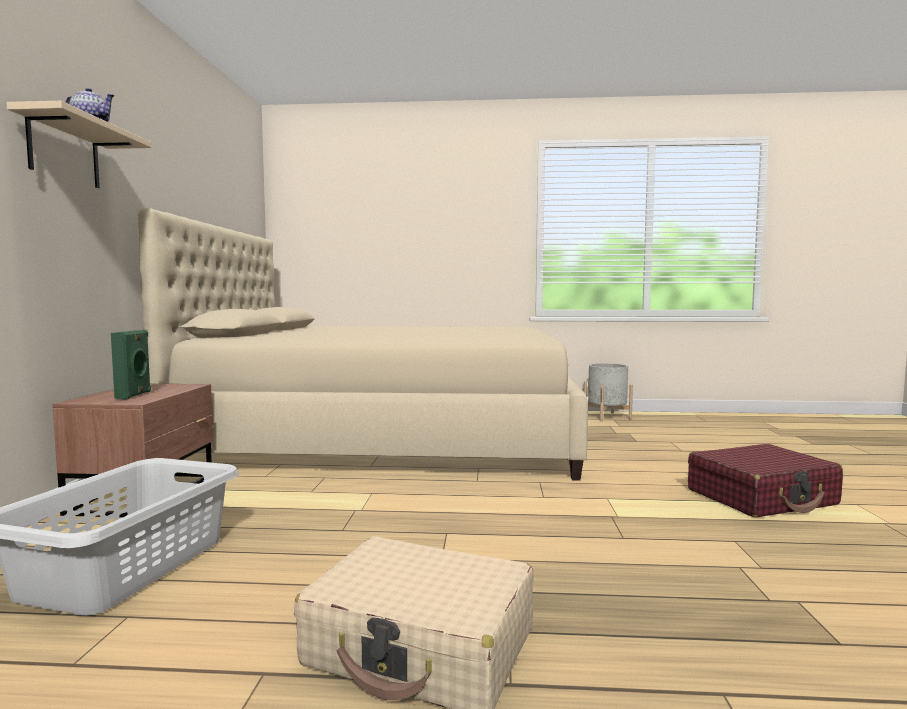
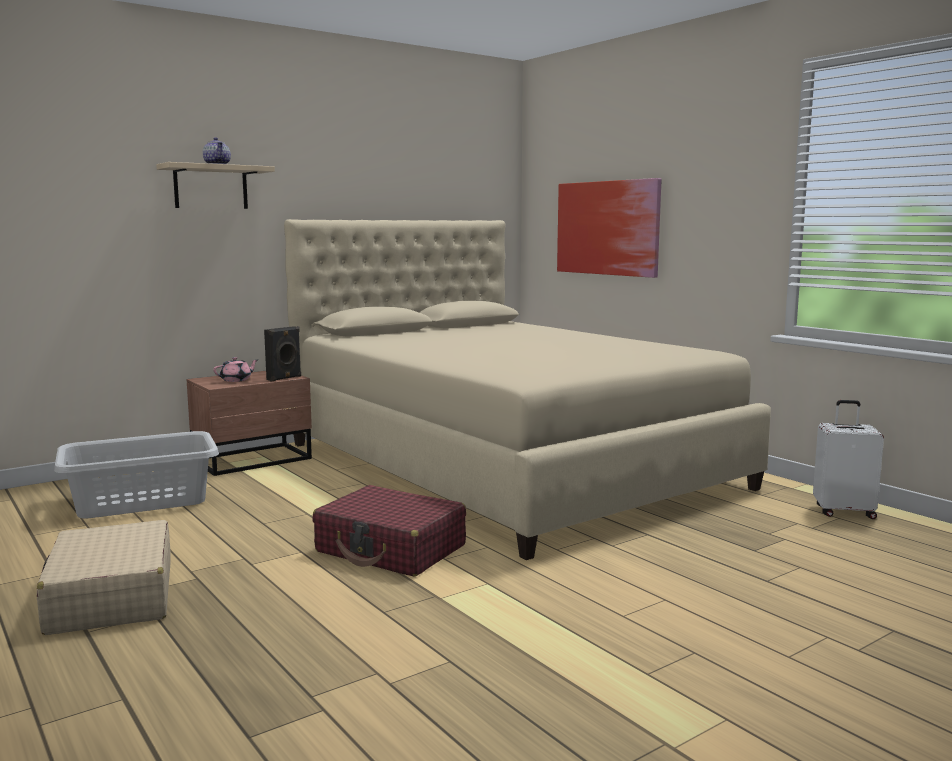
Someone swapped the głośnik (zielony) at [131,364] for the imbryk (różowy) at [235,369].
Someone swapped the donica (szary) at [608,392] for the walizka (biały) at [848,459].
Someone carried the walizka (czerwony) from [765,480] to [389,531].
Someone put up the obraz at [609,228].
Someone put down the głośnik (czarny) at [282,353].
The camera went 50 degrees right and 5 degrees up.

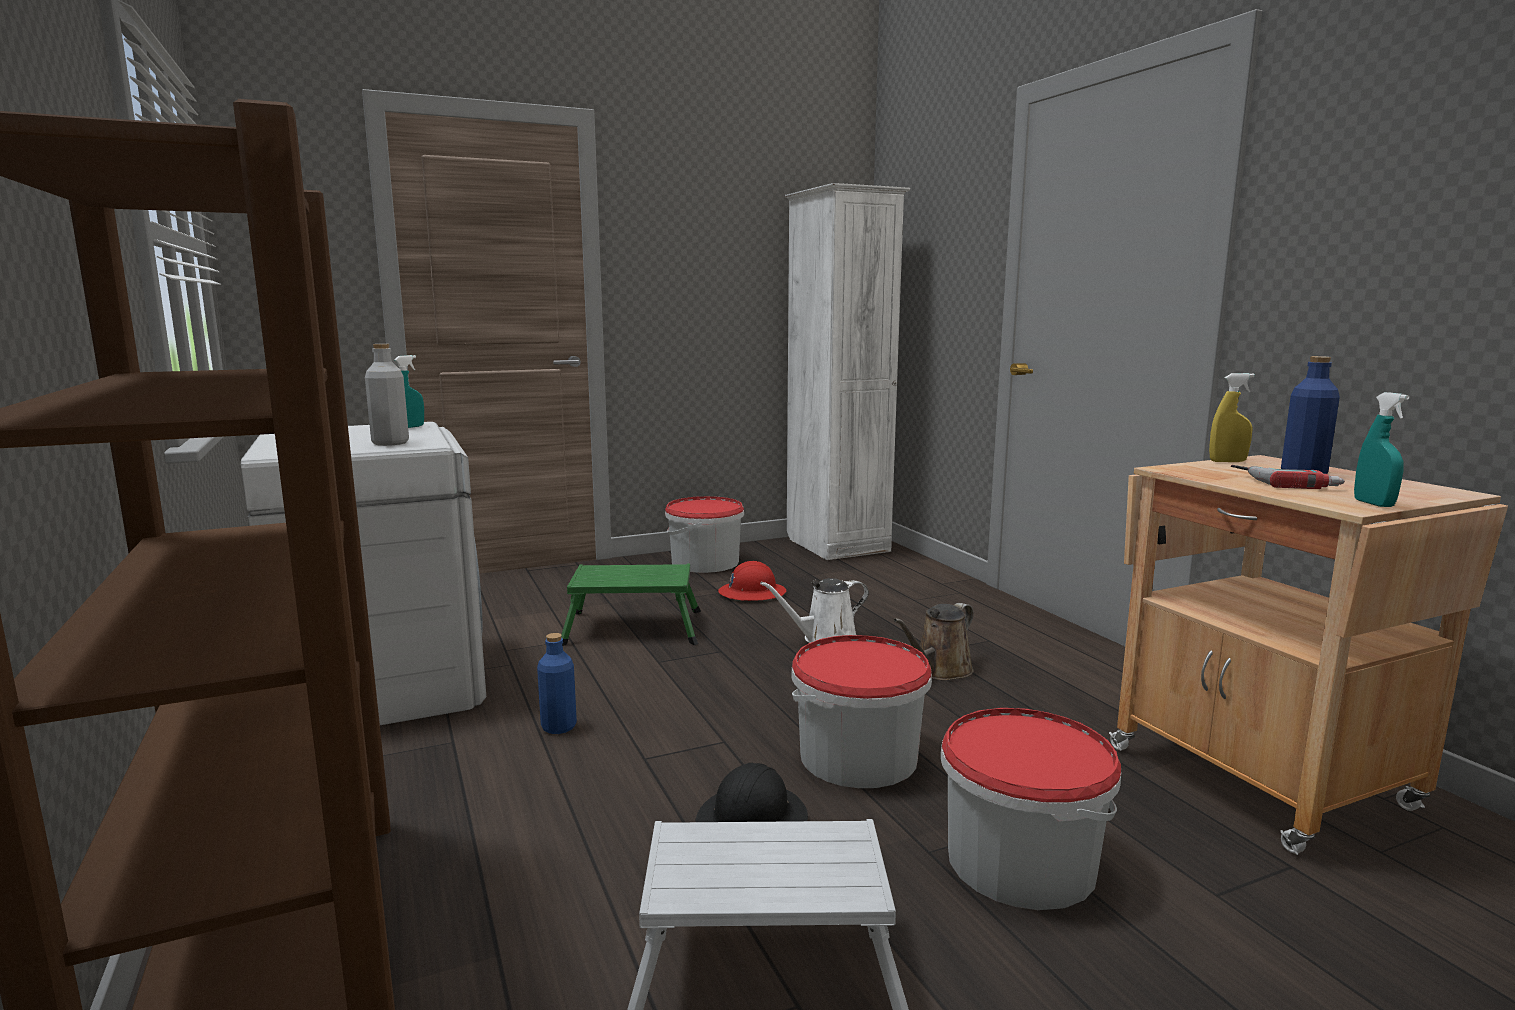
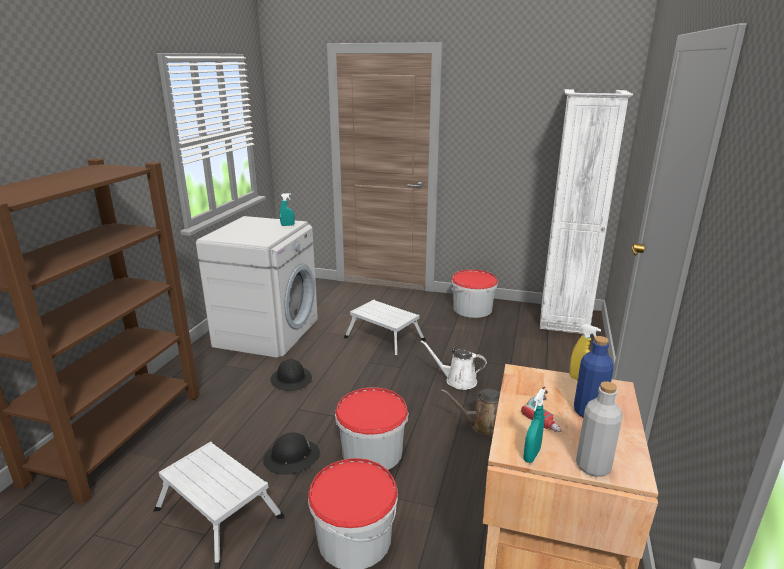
Someone carried the butelka (szary) from [387,395] to [599,429].
Someone took away the kask (czerwony) at [752,581].
Someone repainted the drabinka (zielony) at [631,605], which became the drabinka (biały) at [385,330].
Someone swapped the butelka (niebieski) at [557,683] for the kask (czarny) at [291,375].
The camera went 40 degrees right and 10 degrees up.

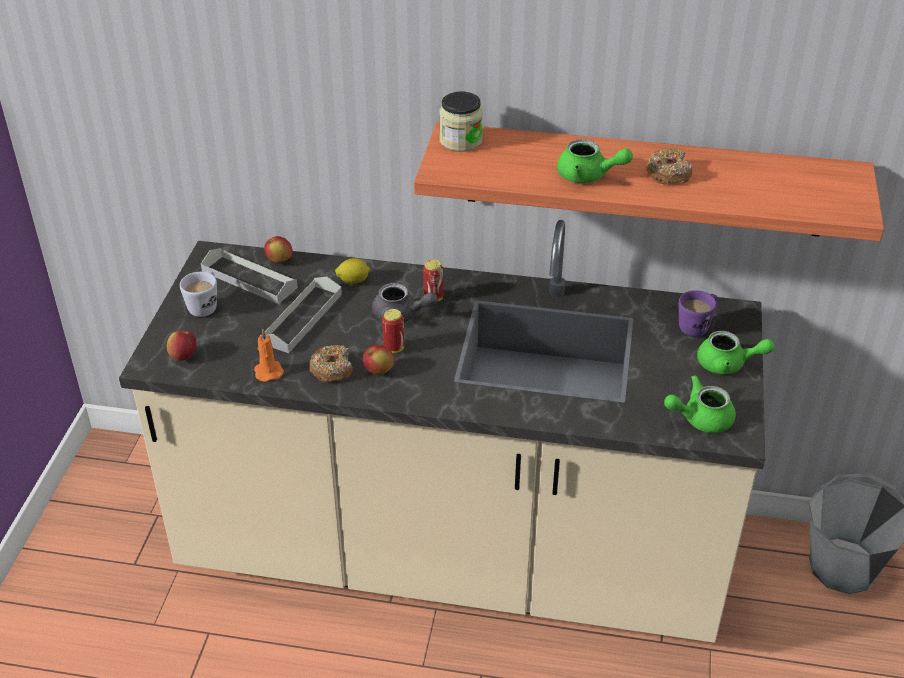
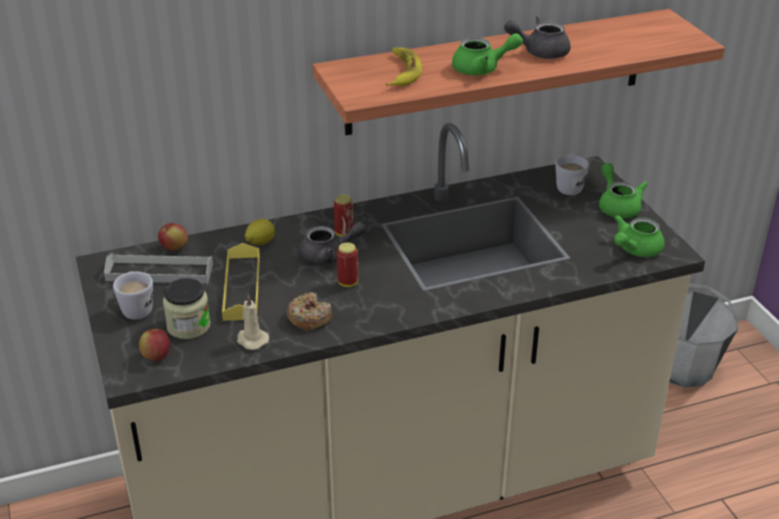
Someone carried the słoik from [461,122] to [187,308].
Someone swapped the donut at [669,167] for the imbryk (szary) at [537,37].
Someone repainted the taca (szary) at [301,314], which became the taca (żółty) at [241,282].
Someone repainted the kubek (fioletowy) at [698,313], which became the kubek (biały) at [572,175].
Someone repainted the świeca (pomarańczowy) at [269,355], which became the świeca (beżowy) at [253,322].
Someone rotated the imbryk (zielony) at [736,353] by 90 degrees counterclockwise.
Someone took away the jabłko at [378,360].
Someone put down the banan at [404,66].
The camera went 30 degrees left and 5 degrees down.

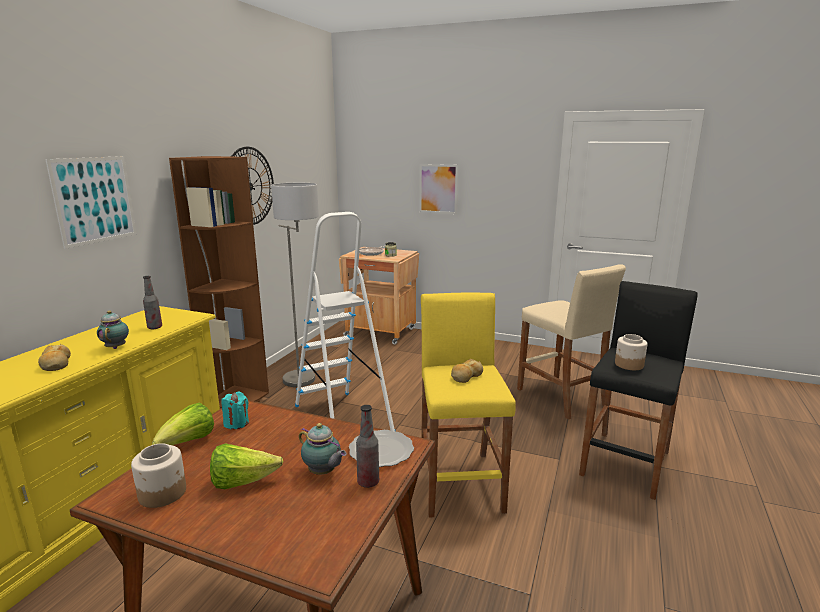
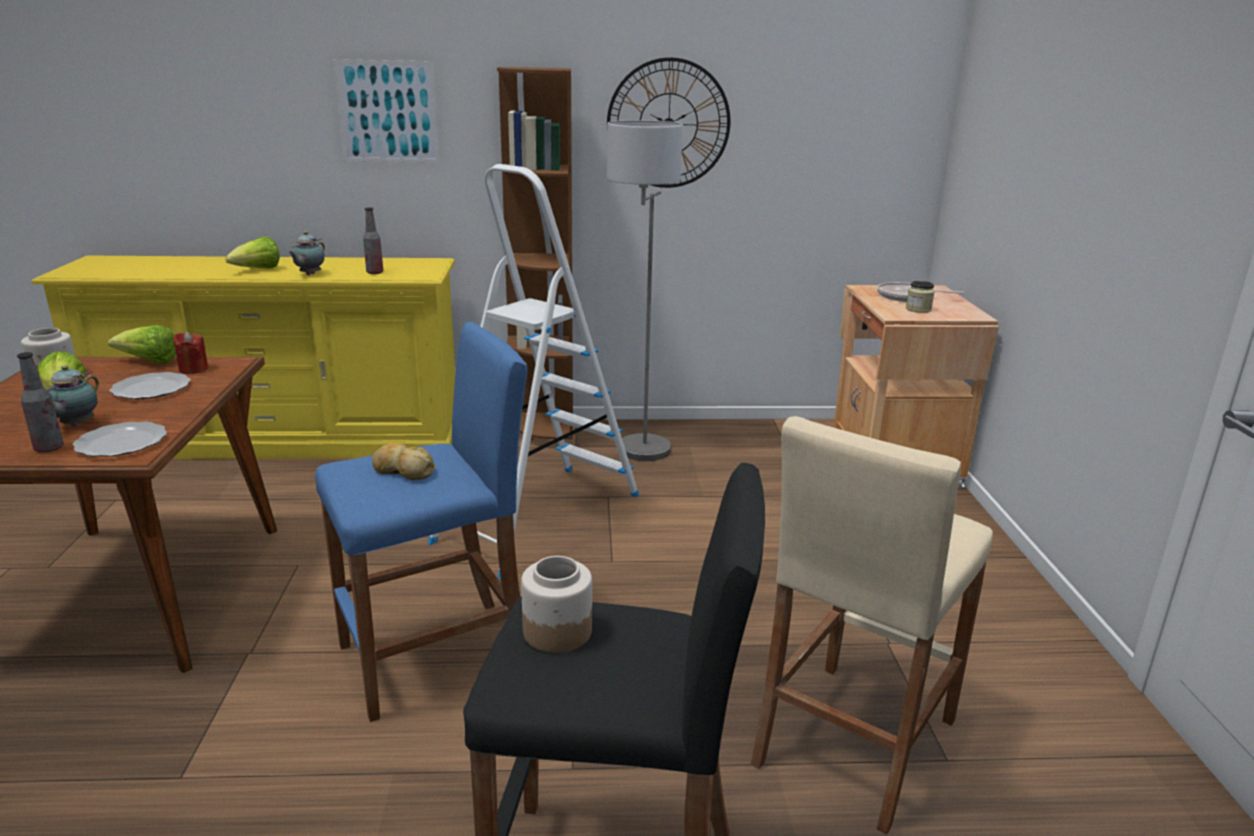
Someone took away the obraz at [438,189].
Someone repainted the stołek (żółty) at [468,405], which became the stołek (niebieski) at [421,522].
Someone rotated the imbryk at [113,330] by 150 degrees clockwise.
Someone swapped the chleb at [54,357] for the sałata at [252,252].
Someone repainted the świeca (turkusowy) at [235,410], which became the świeca (czerwony) at [190,353].
Someone put down the talerz at [150,385].
The camera went 65 degrees right and 5 degrees up.

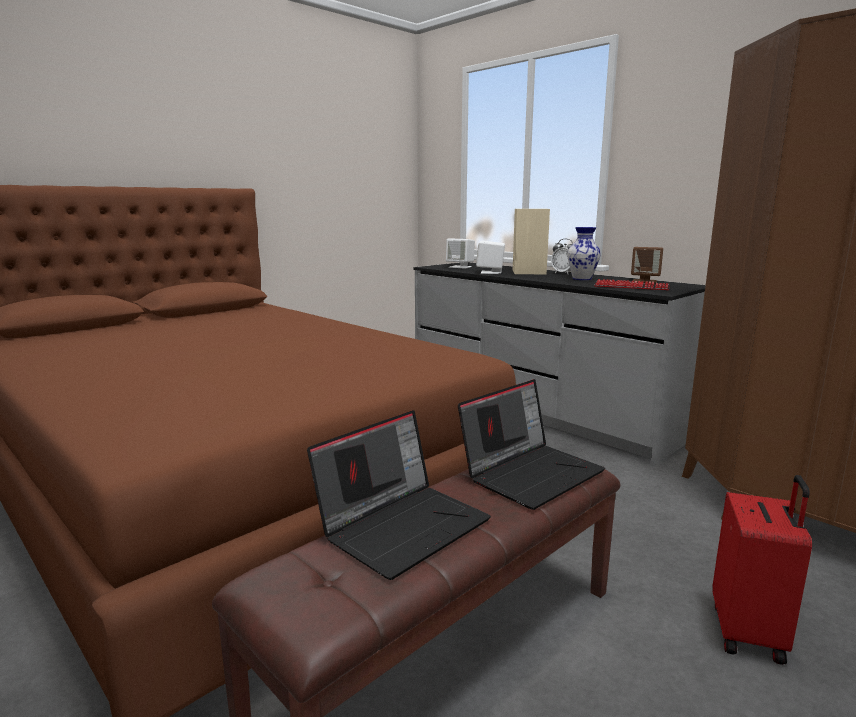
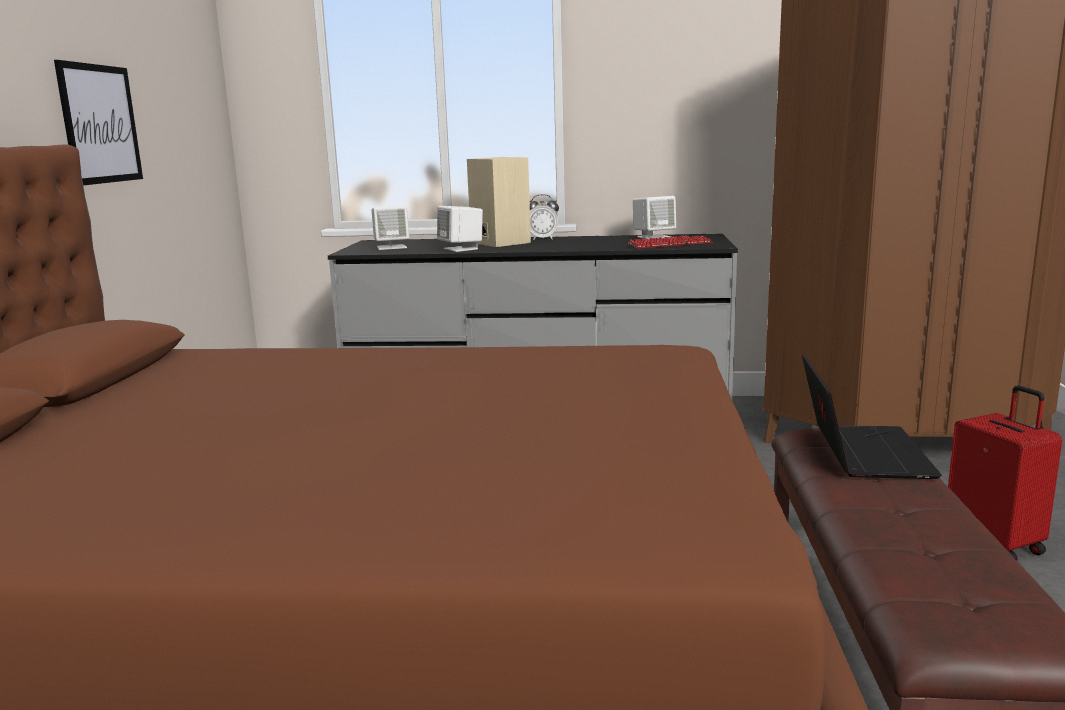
Someone took away the wazon at [584,253].
Someone repainted the głośnik (brązowy) at [647,265], which became the głośnik (biały) at [654,218].
Someone took away the laptop at [399,495].
Someone put up the obraz at [98,122].
The camera went 40 degrees left and 0 degrees up.

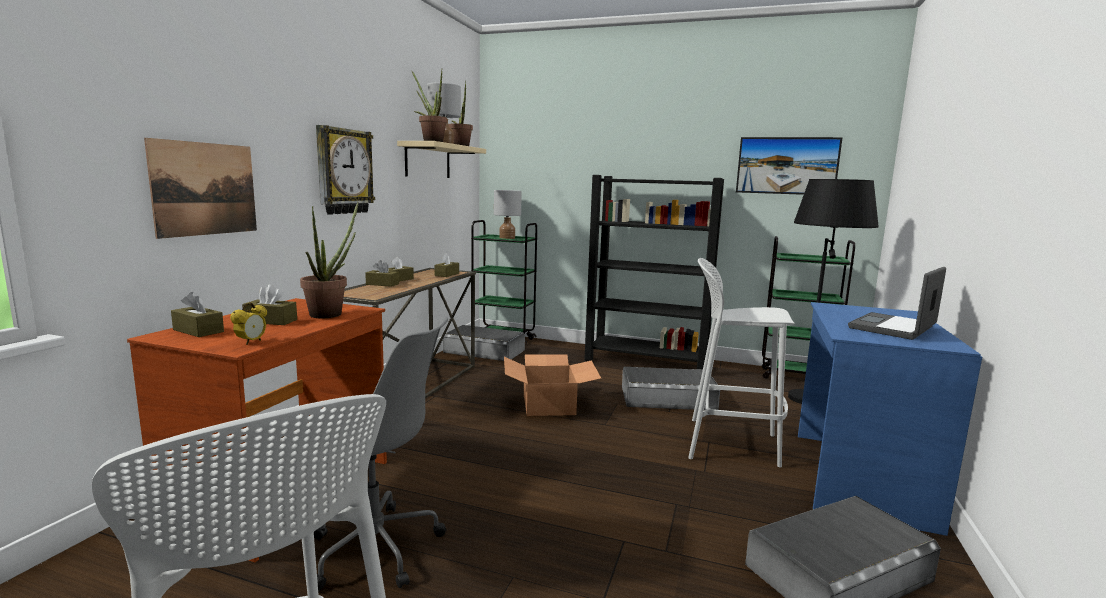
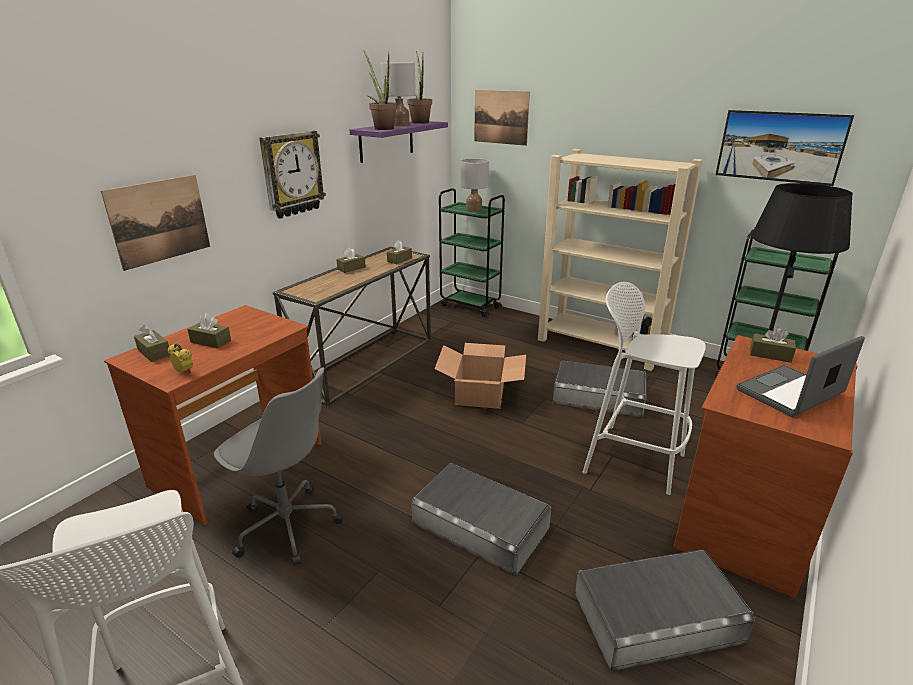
Someone repainted the półka (beżowy) at [441,159], which became the półka (fioletowy) at [399,142].
Someone repainted the regał (czarny) at [654,272], which became the regał (beżowy) at [620,260].
Someone took away the roślina doniczkowa at [329,260].
Someone carried the pudełko chusteczek (brązowy) from [382,273] to [773,345].
Someone rotated the budzik at [248,323] by 90 degrees counterclockwise.
Someone repainted the biurko (niebieski) at [890,419], which became the biurko (brązowy) at [766,466].
Someone carried the pojemnik do przechowywania (szary) from [484,343] to [481,519].
Someone put up the obraz at [502,118].
The camera went 15 degrees right and 15 degrees up.

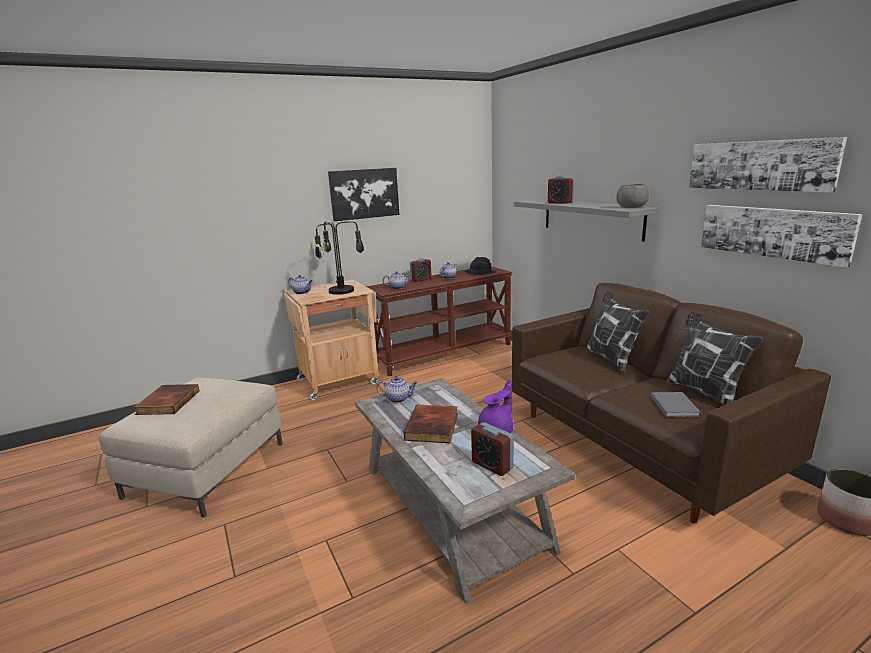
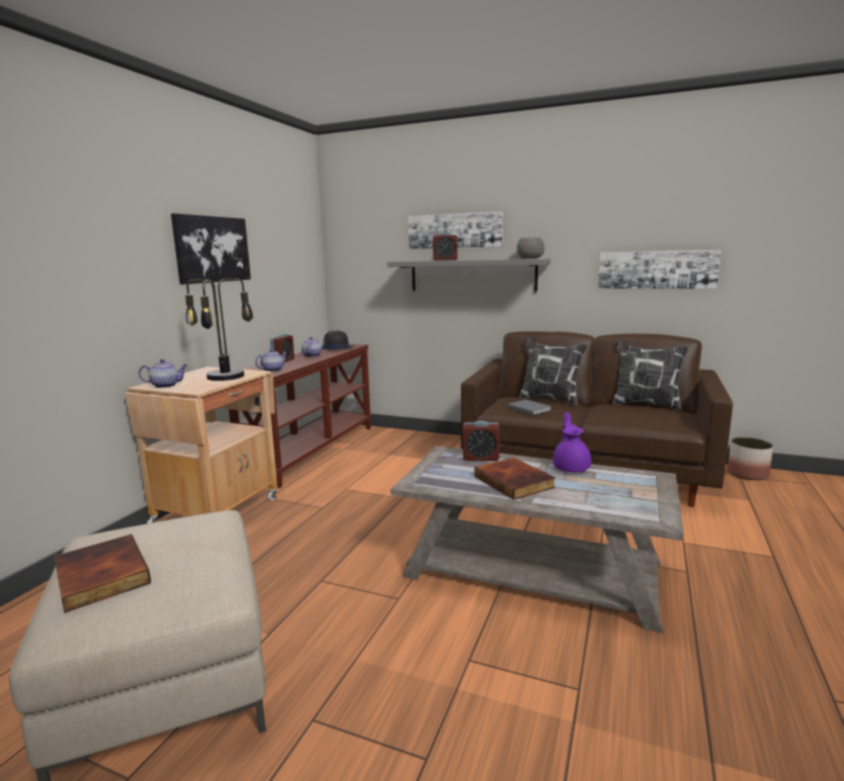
Someone carried the obraz from [768,165] to [455,230].
Someone took away the imbryk at [397,389].
Someone carried the książka (szary) from [675,404] to [530,408].
Someone carried the budzik from [492,449] to [481,441].
The camera went 40 degrees left and 5 degrees down.

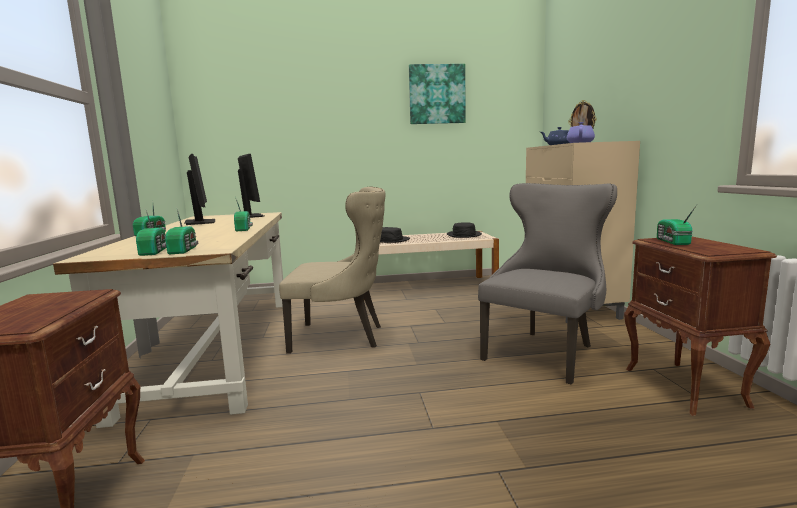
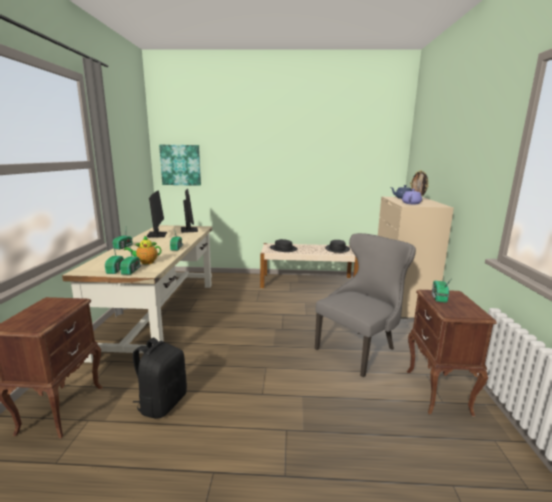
Someone carried the obraz from [437,94] to [180,165].
Someone took away the krzesło (beżowy) at [332,270].
Someone put down the imbryk at [142,250].
Someone put down the plecak (czarny) at [160,378].
The camera went 10 degrees right and 5 degrees up.

